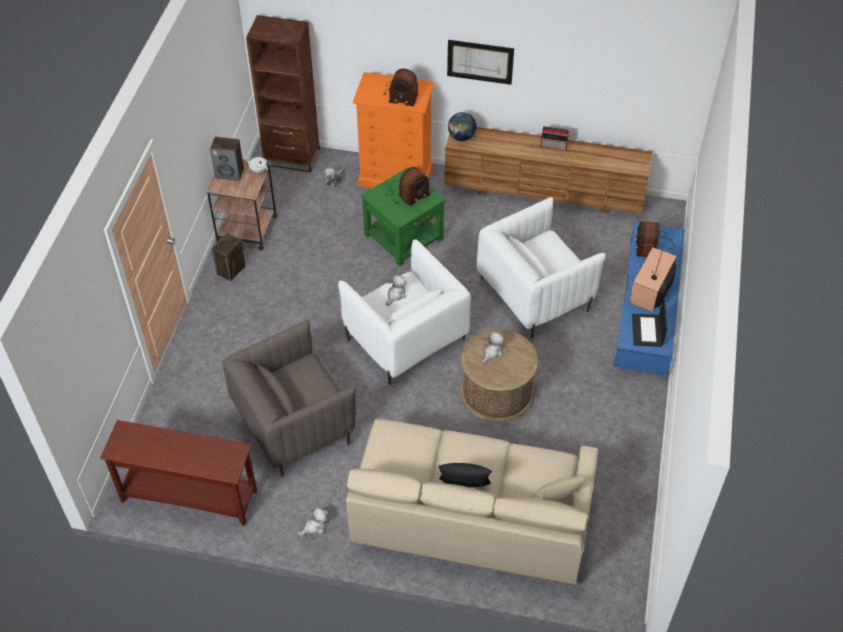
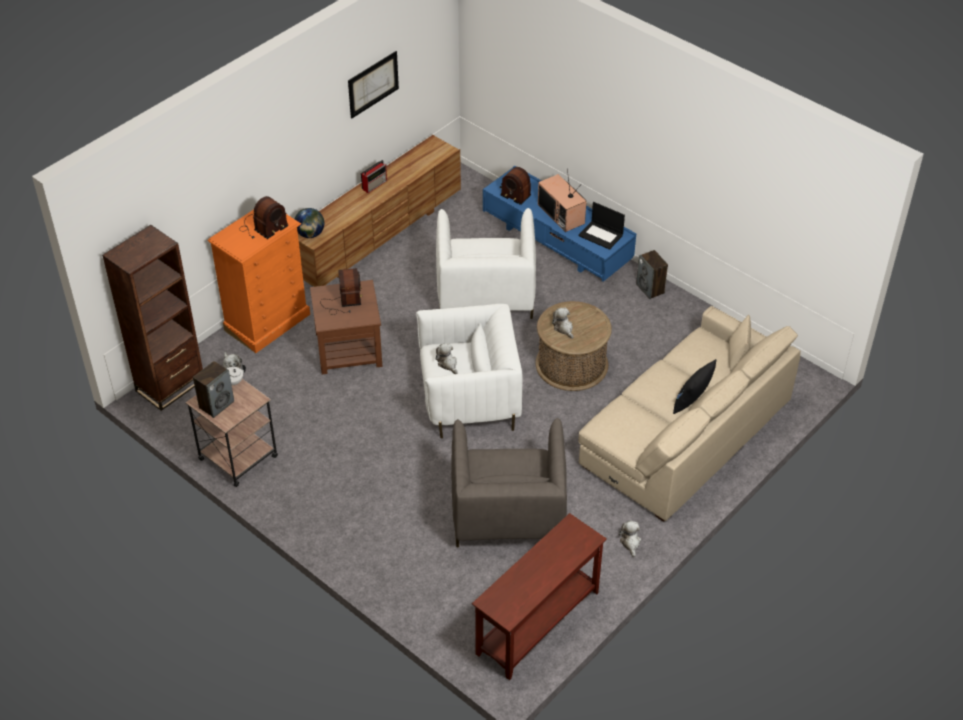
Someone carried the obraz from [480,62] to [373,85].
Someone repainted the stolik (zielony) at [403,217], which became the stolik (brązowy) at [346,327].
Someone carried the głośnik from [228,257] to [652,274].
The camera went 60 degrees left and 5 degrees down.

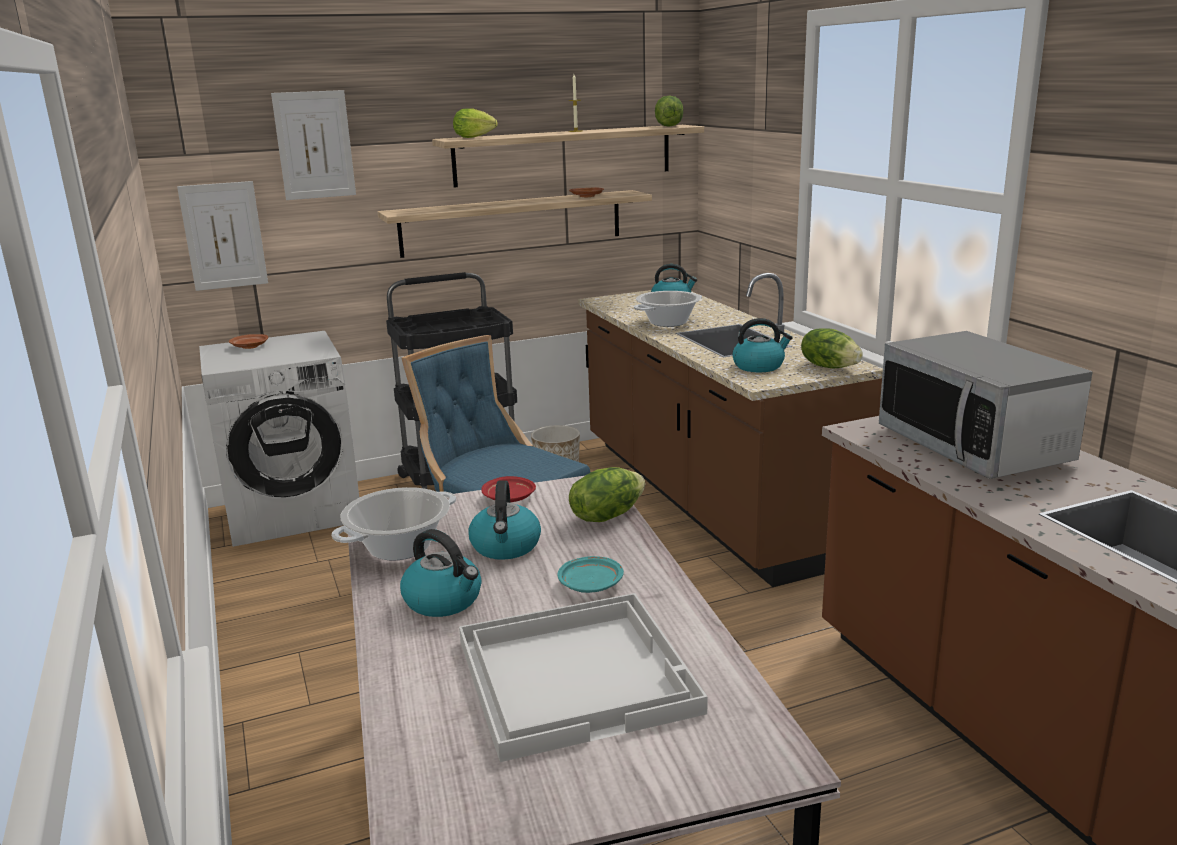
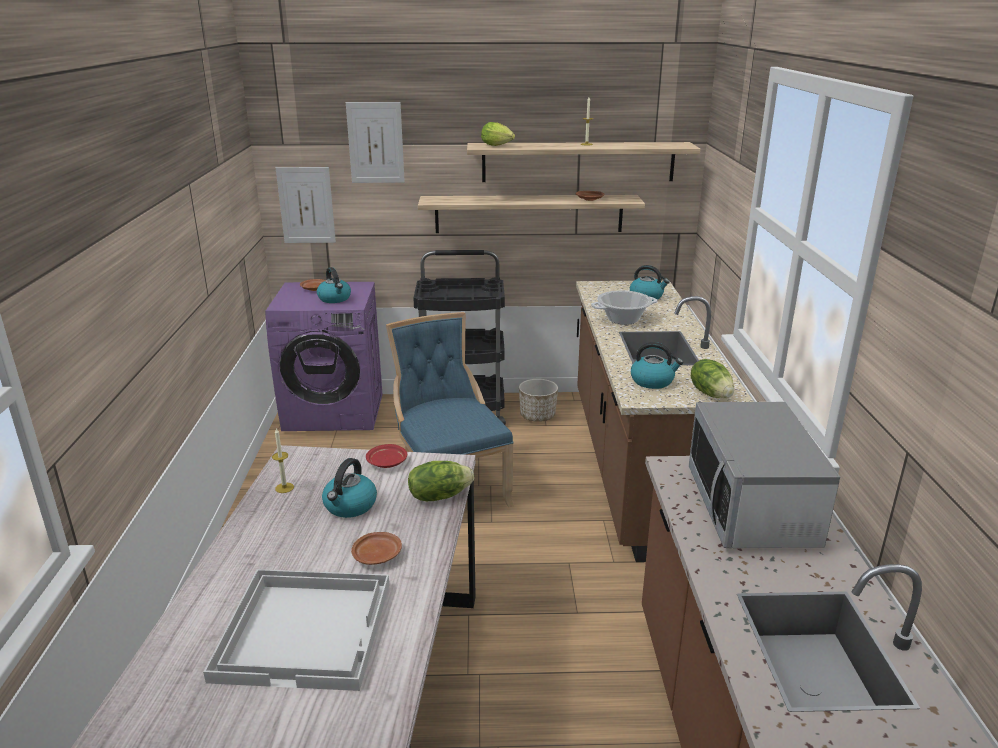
Someone took away the sałata at [669,111].
Someone repainted the pralka (biały) at [279,439], which became the pralka (fioletowy) at [323,356].
Someone swapped the garnek at [393,524] for the świeca at [283,460].
Someone carried the czajnik from [441,573] to [334,285].
Someone repainted the talerz (turkusowy) at [590,574], which became the talerz (brązowy) at [376,548].
The camera went 20 degrees right and 5 degrees up.

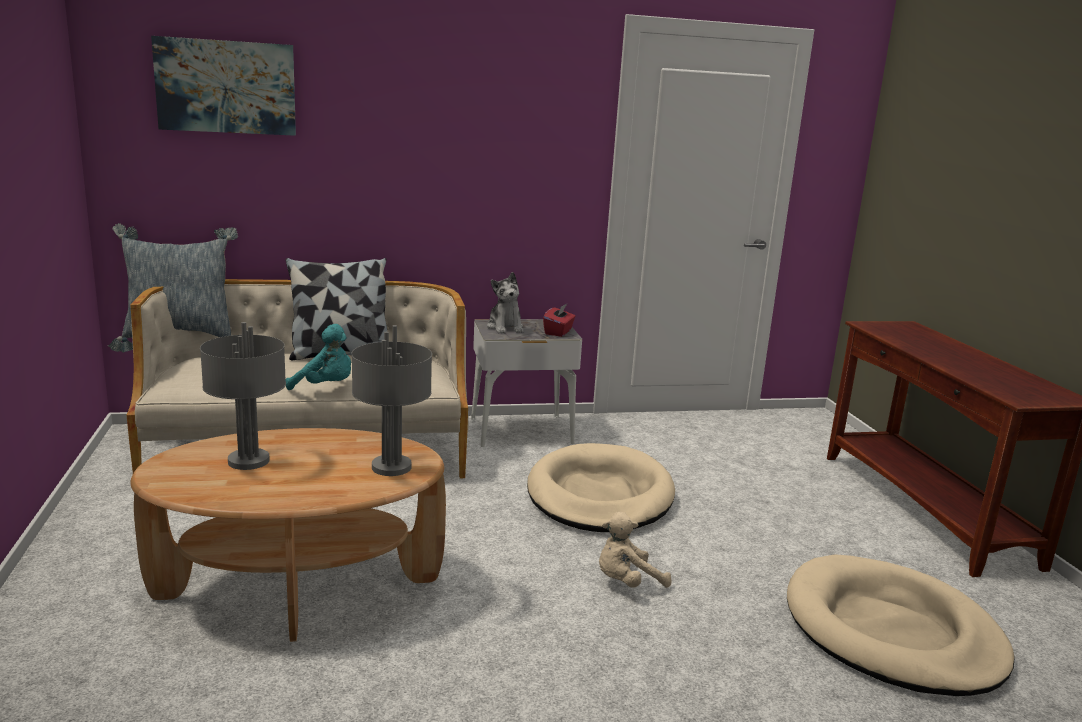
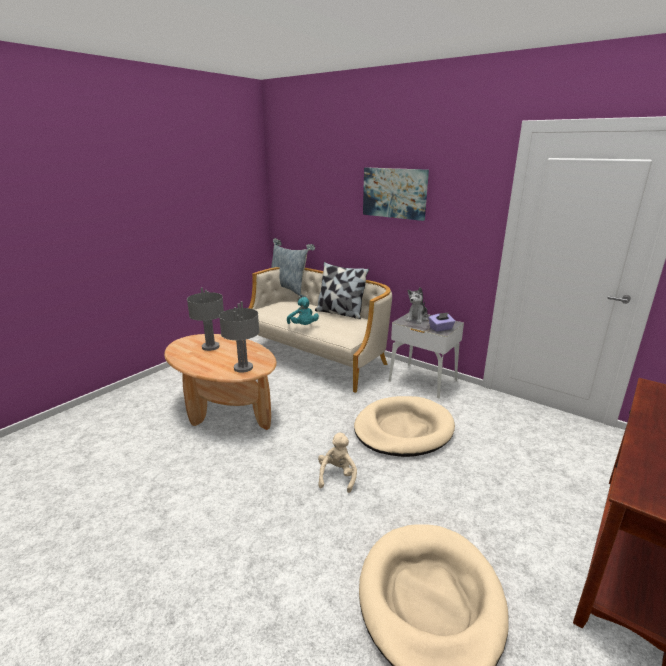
Someone carried the obraz from [223,86] to [396,194].
Someone repainted the pudełko chusteczek (czerwony) at [559,320], which became the pudełko chusteczek (fioletowy) at [442,322].
Someone rotated the pluszak (beżowy) at [635,550] by 75 degrees clockwise.
The camera went 50 degrees right and 5 degrees up.

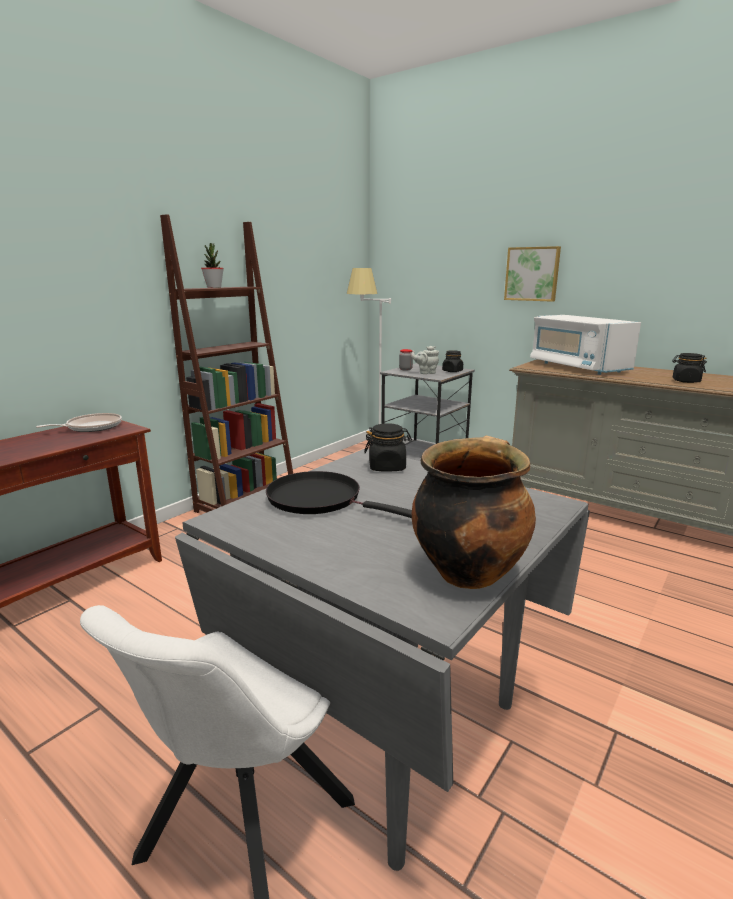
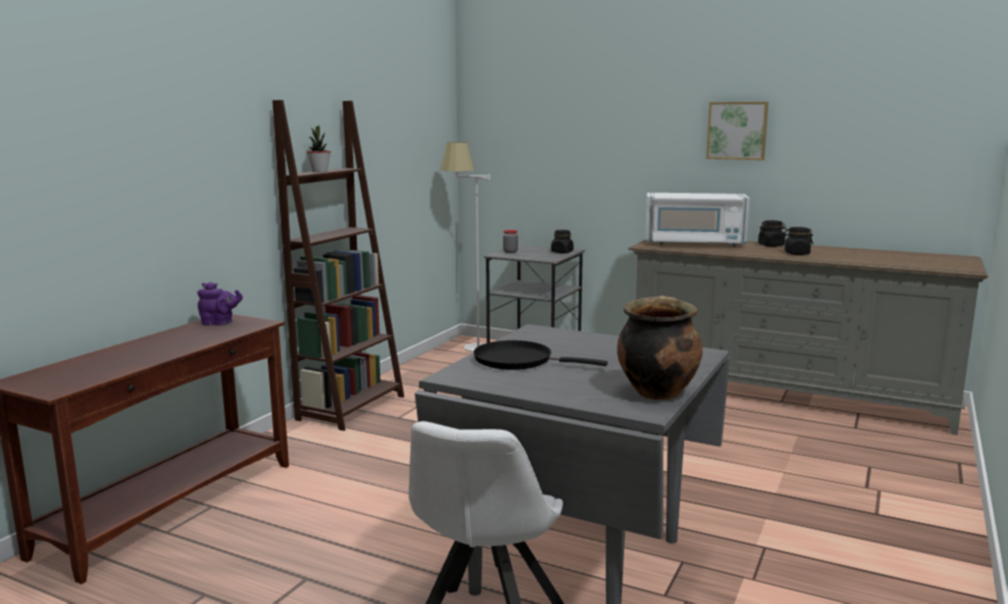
Someone carried the obraz from [532,274] to [737,131].
Someone rotated the mikrofalówka (biały) at [585,345] by 45 degrees counterclockwise.
Someone took away the imbryk (szary) at [425,360].
Someone swapped the patelnia at [79,422] for the imbryk (fioletowy) at [220,303].
Someone carried the słoik (czarny) from [388,447] to [772,233].
The camera went 10 degrees left and 5 degrees down.

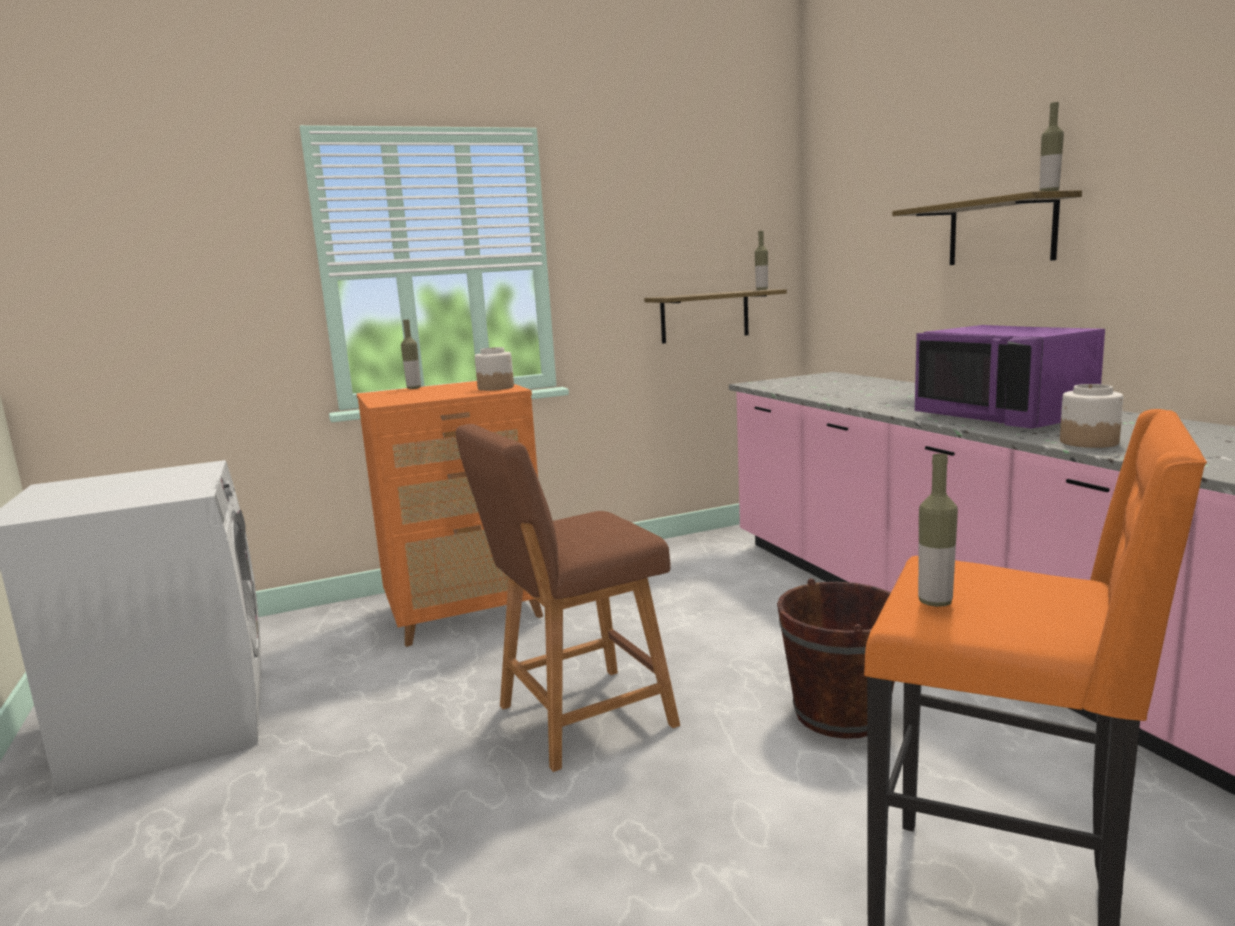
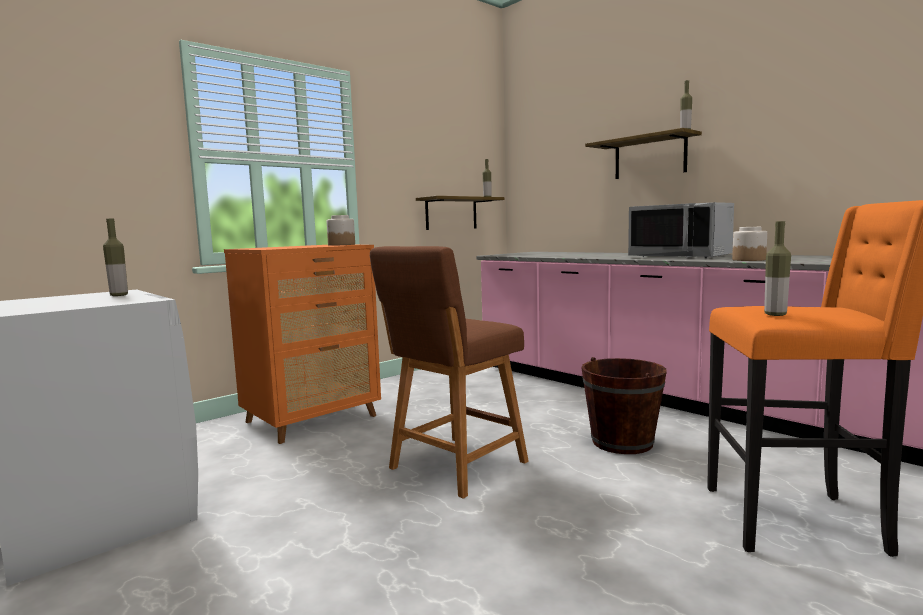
Someone carried the butelka from [411,354] to [115,257].
Someone repainted the mikrofalówka (fioletowy) at [1010,377], which became the mikrofalówka (szary) at [681,230].
The camera went 20 degrees left and 5 degrees down.

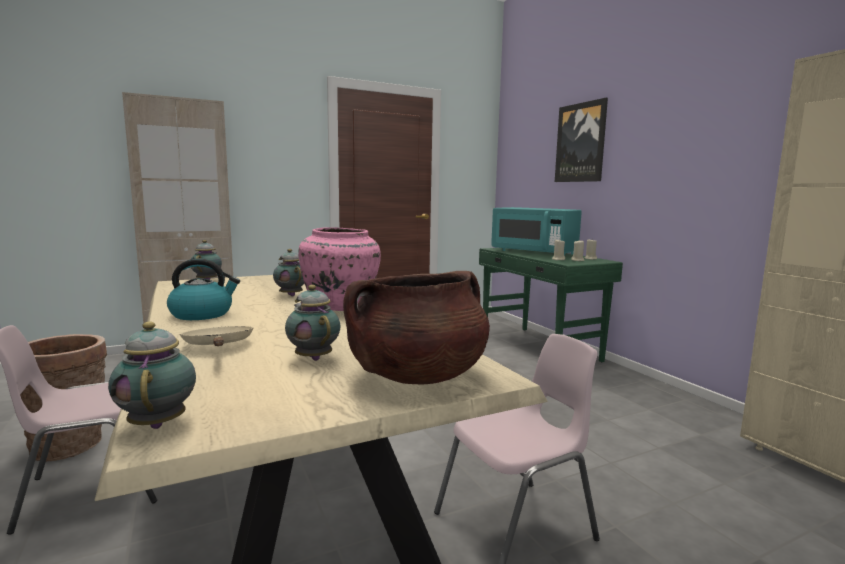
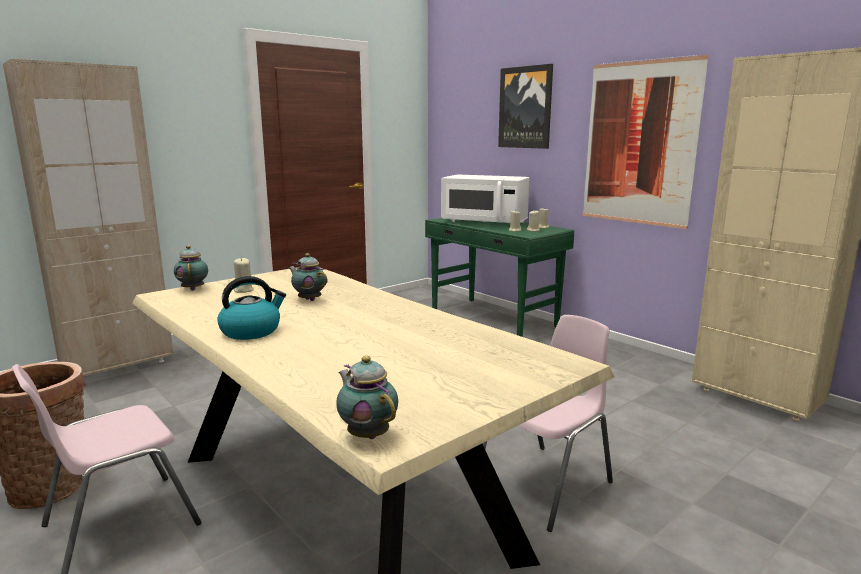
Someone repainted the mikrofalówka (turkusowy) at [536,231], which became the mikrofalówka (biały) at [485,198].
Someone took away the wazon (różowy) at [339,269].
Someone took away the garnek (brązowy) at [416,327].
Someone took away the imbryk at [312,323].
Someone took away the patelnia (beżowy) at [217,336].
Someone put up the obraz at [645,142].
Someone put down the świeca (beżowy) at [244,275].
The camera went 15 degrees left and 5 degrees up.

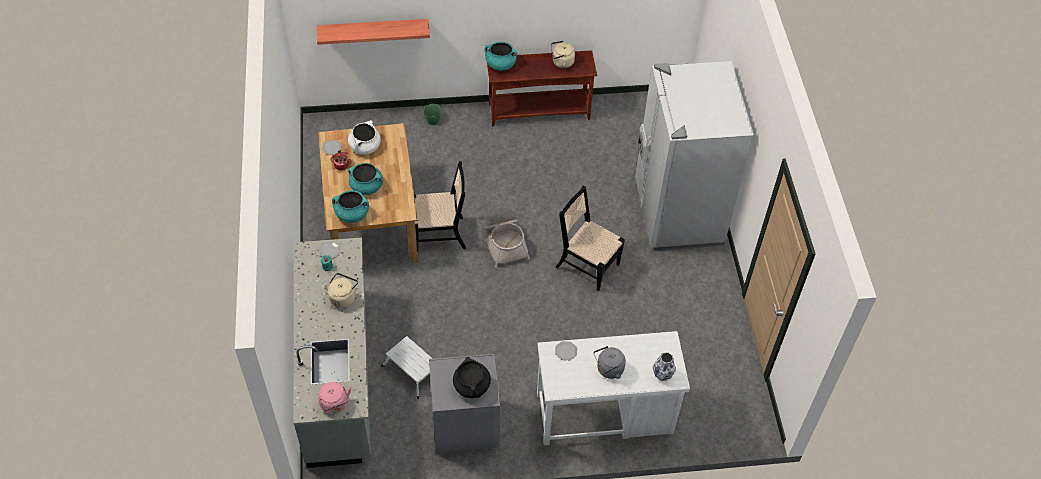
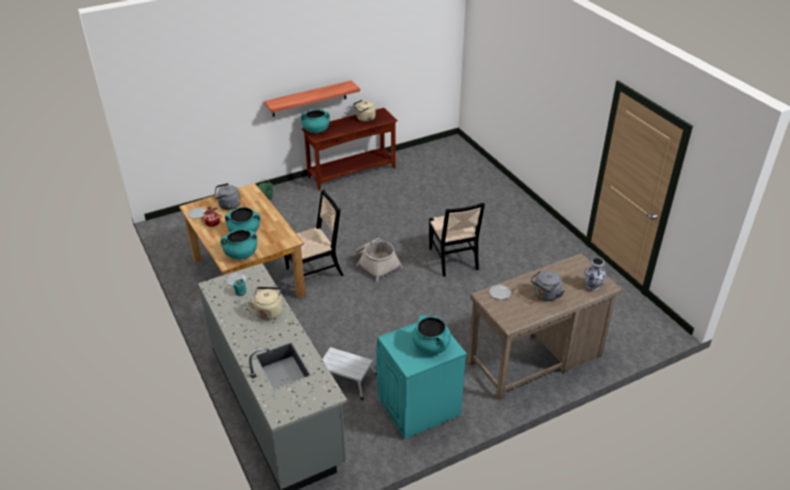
Someone carried the półka from [373,32] to [312,98].
Someone took away the lodówka (biały) at [694,156].
Someone swapped the garnek (biały) at [364,137] for the czajnik (szary) at [227,196].
Someone rotated the krzesło at [590,238] by 120 degrees counterclockwise.
Someone repainted the biurko (biały) at [613,388], which became the biurko (brązowy) at [545,326].
Someone repainted the pralka (szary) at [464,403], which became the pralka (turkusowy) at [421,377].
Someone repainted the garnek (czarny) at [472,377], which became the garnek (turkusowy) at [431,334].
Someone took away the czajnik (różowy) at [335,398].
The camera went 20 degrees left and 15 degrees down.

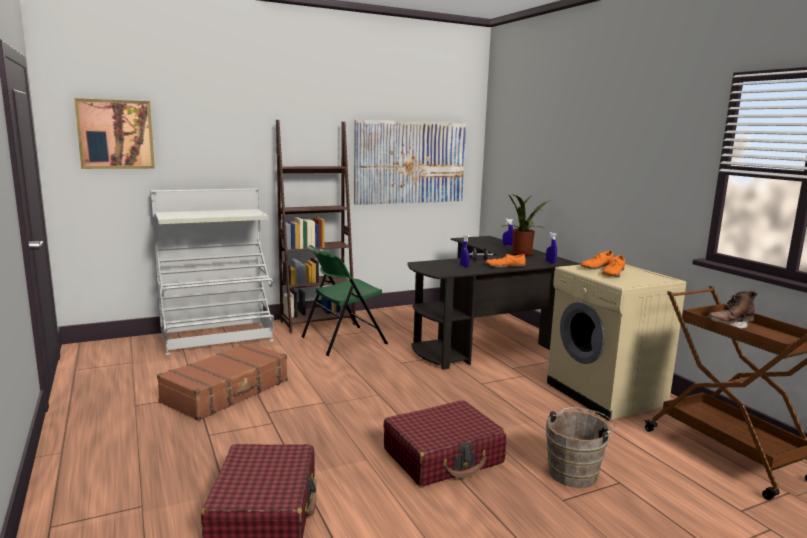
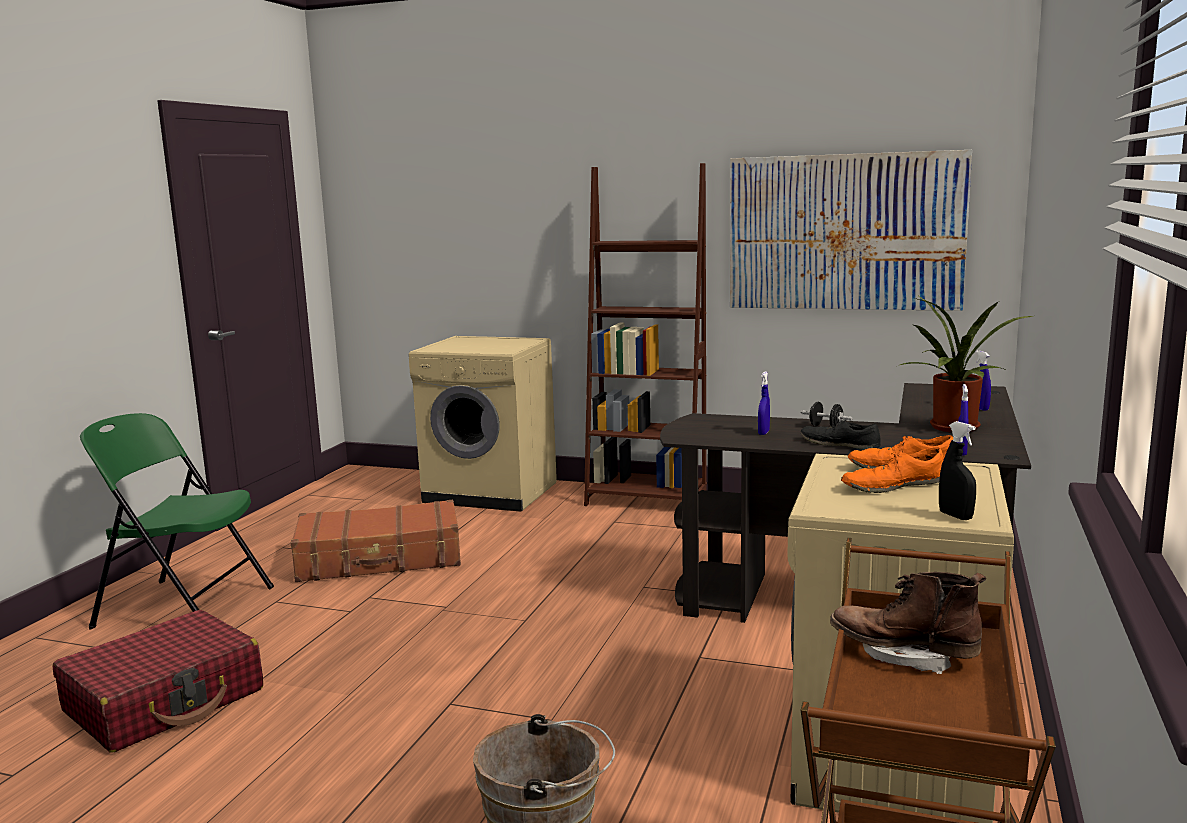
Someone took away the obraz at [114,133].
Someone swapped the regał na buty (biały) at [212,271] for the pralka (beżowy) at [483,424].
Someone carried the krzesło (zielony) from [344,300] to [177,521].
Someone repainted the but (pomarańczowy) at [506,261], which became the but (czarny) at [841,434].
Someone took away the walizka (czerwony) at [445,443].
Someone put down the spryskiwacz (czarny) at [957,470].
The camera went 45 degrees right and 0 degrees up.

